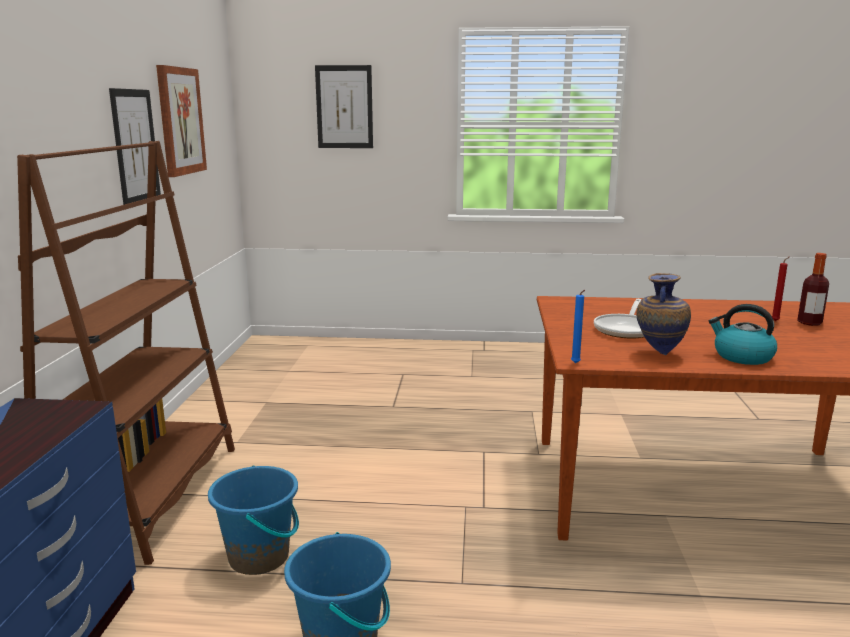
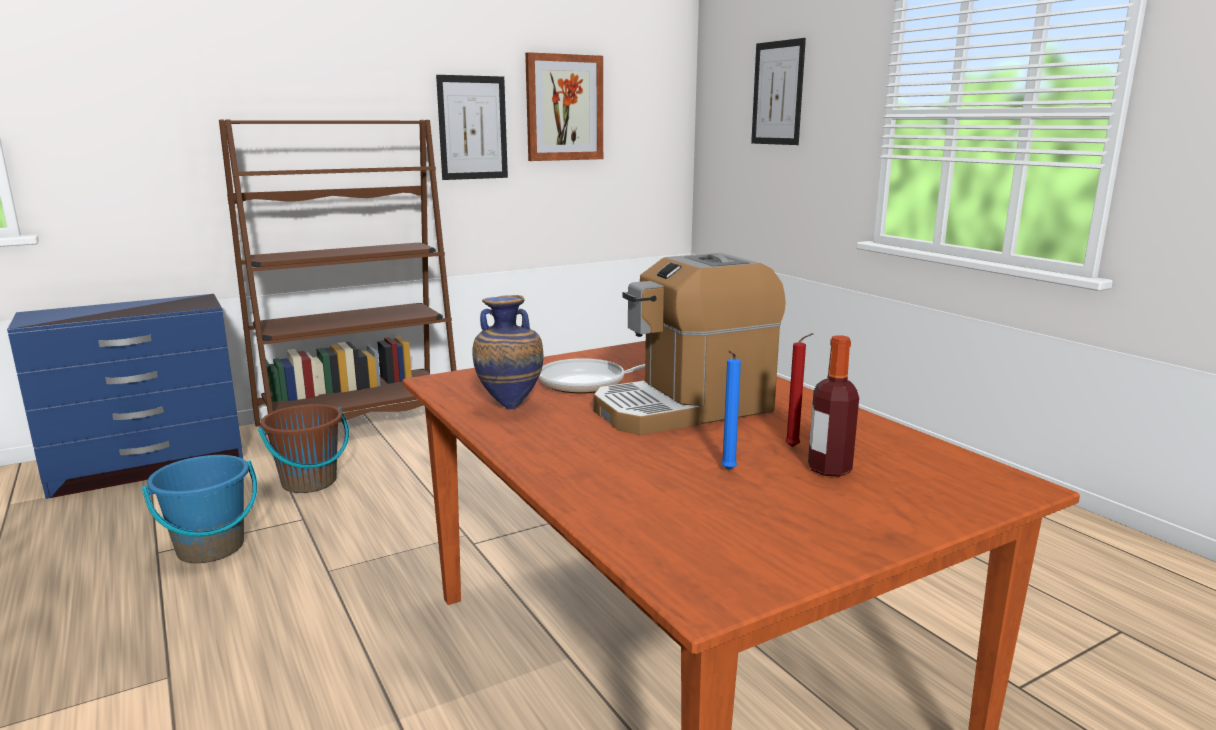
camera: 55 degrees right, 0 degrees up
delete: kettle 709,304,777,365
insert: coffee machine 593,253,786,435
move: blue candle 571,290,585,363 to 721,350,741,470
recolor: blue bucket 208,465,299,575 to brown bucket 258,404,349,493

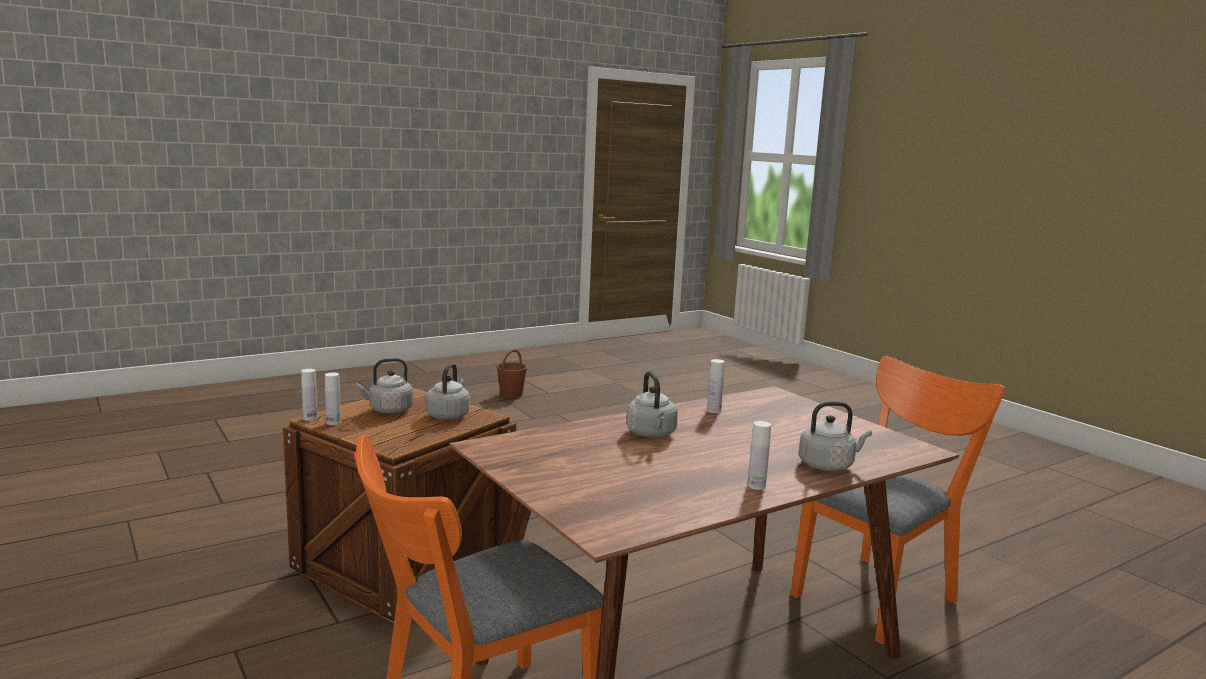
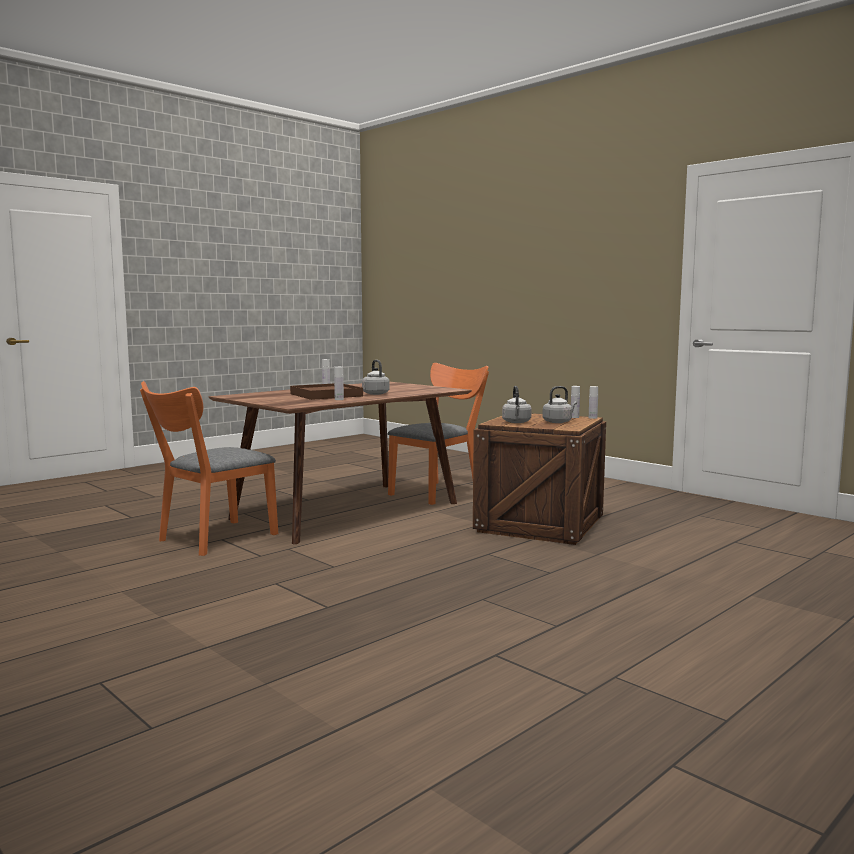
camera: 170 degrees right, 5 degrees down
delete: brown bucket 496,349,527,398; grey kettle 798,401,872,471
insert: brown tray 290,384,363,400

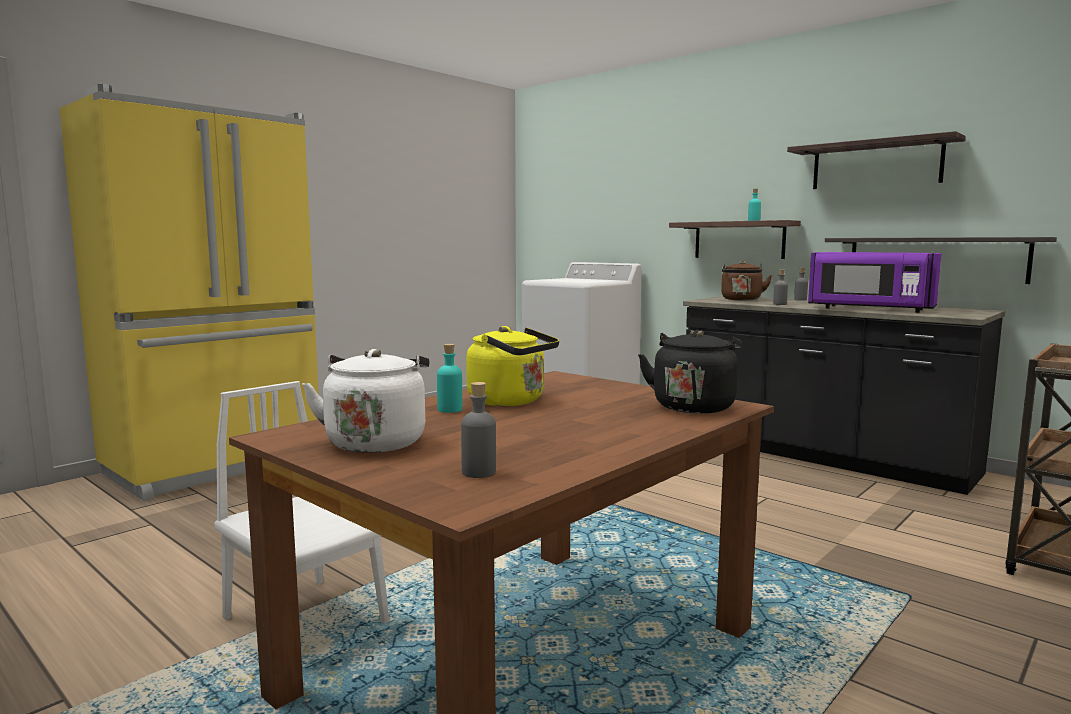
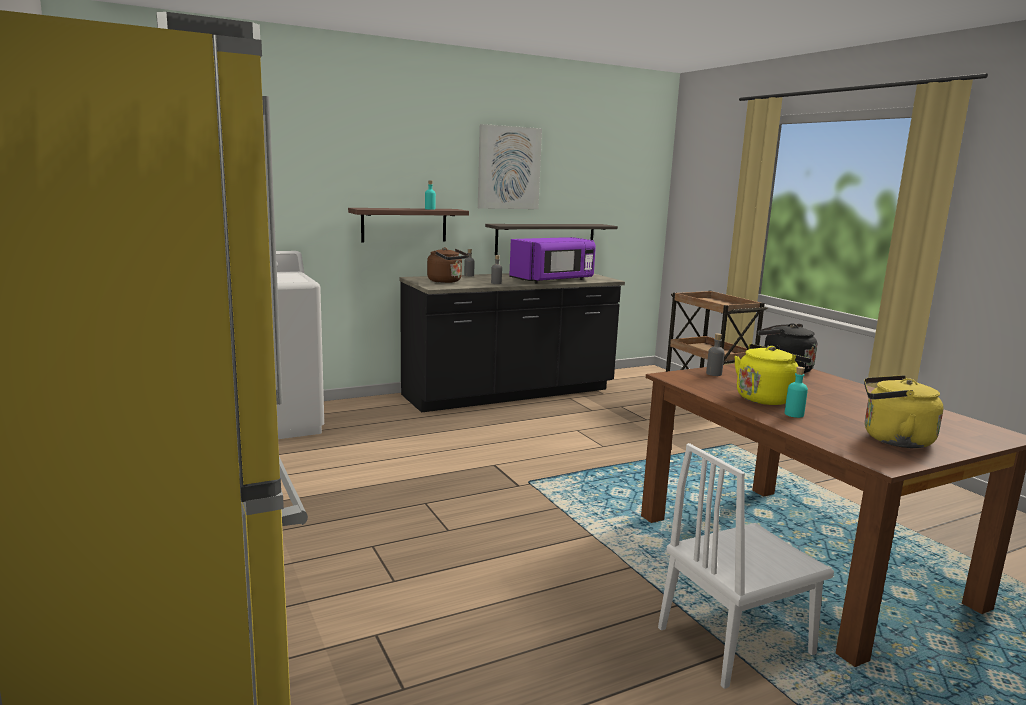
camera: 70 degrees left, 5 degrees up
move: grey bottle 461,382,496,478 to 706,333,725,376
replace: shelf 787,131,966,189 to picture 478,124,542,209
recolor: white kettle 302,349,429,453 to yellow kettle 864,375,944,448

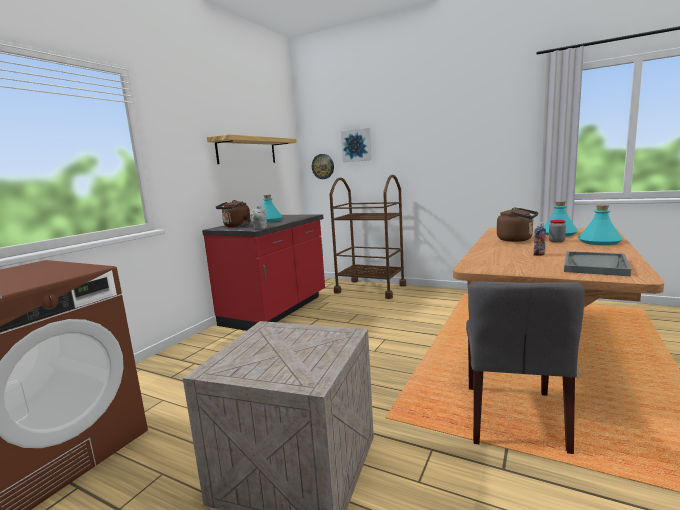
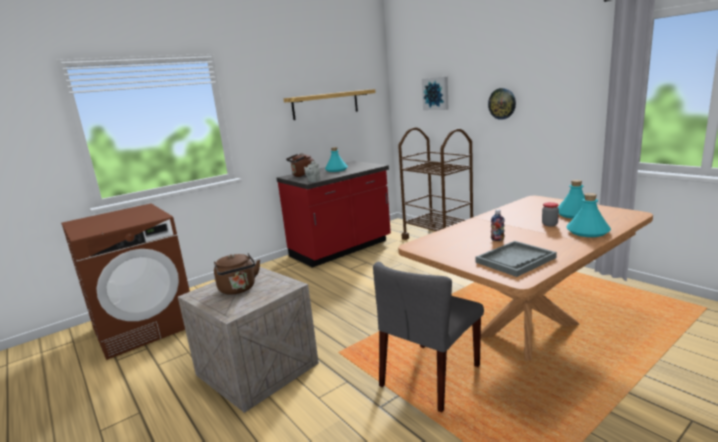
camera: 25 degrees right, 5 degrees up
move: wall clock 312,154,334,179 to 488,88,516,120; brown kettle 497,208,538,242 to 214,253,260,295

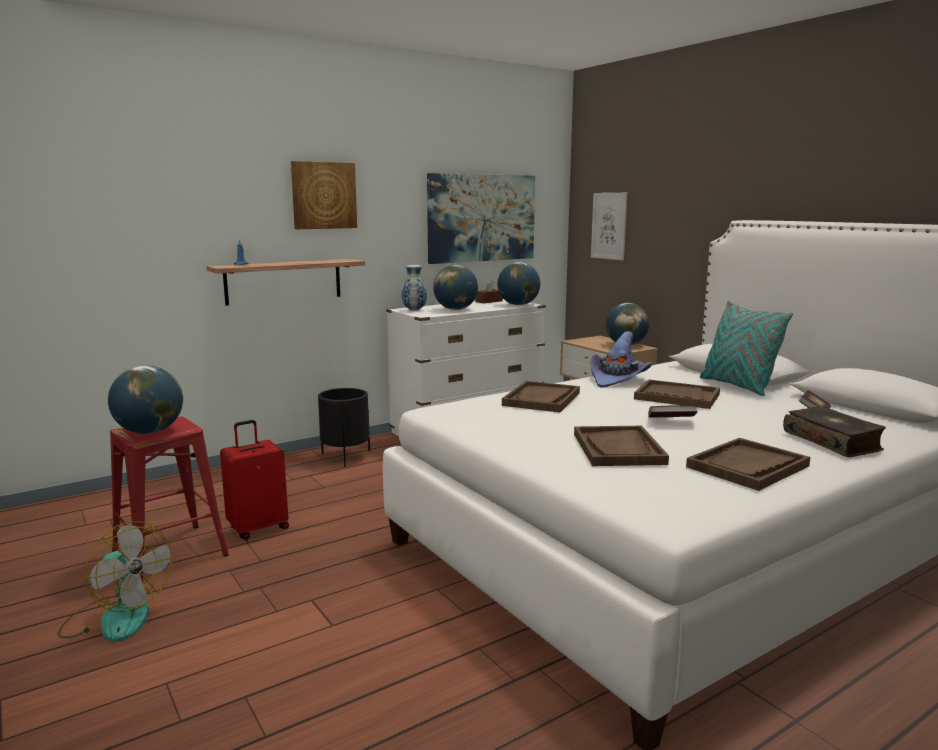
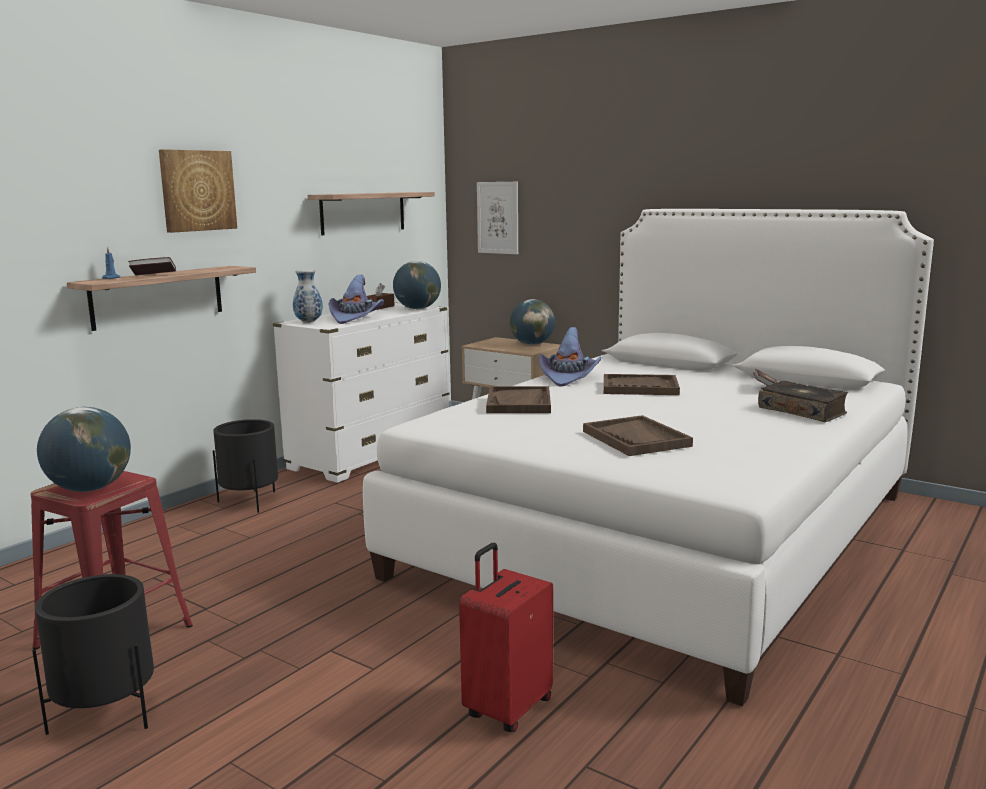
camera: 20 degrees left, 0 degrees up
delete: brown tray 686,438,810,491; turquoise pillow 700,301,793,396
move: red suitcase 220,420,289,540 to 459,543,553,732; book 648,405,698,418 to 128,257,176,275
replace: fan 57,521,172,642 to black planter 32,574,154,735; picture 427,173,535,264 to shelf 308,192,435,235; globe 433,265,478,310 to purple hat 328,274,384,324

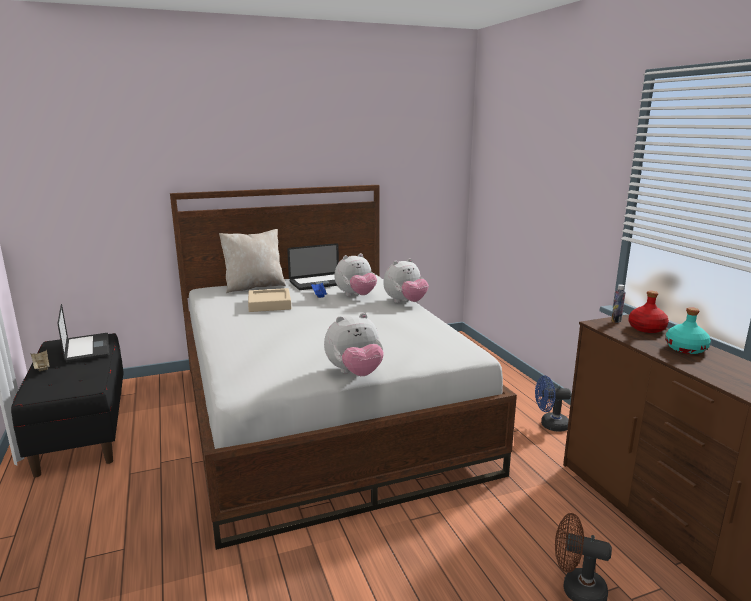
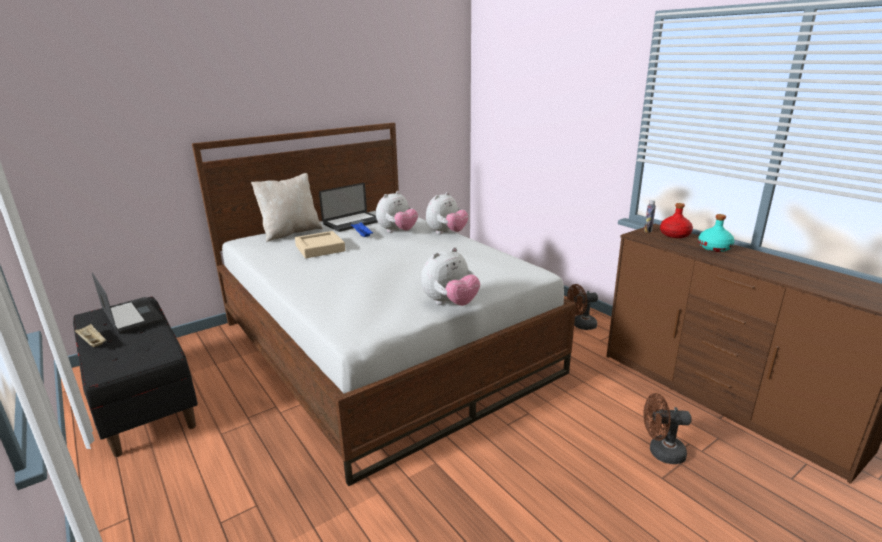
camera: 15 degrees left, 5 degrees up
recolor: blue fan 535,376,571,432 to brown fan 567,284,598,330

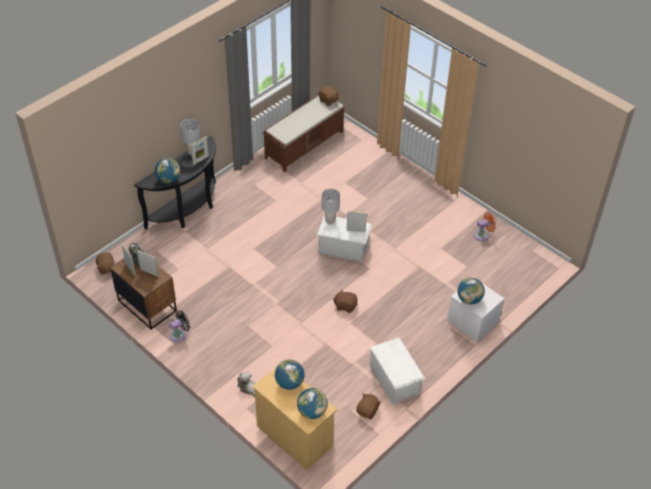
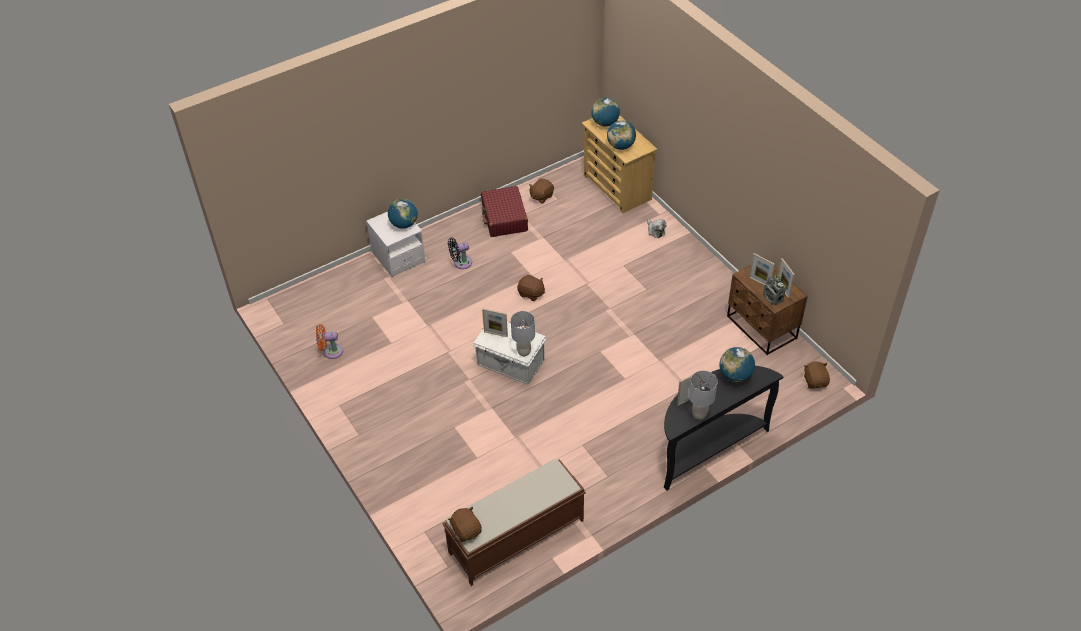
camera: 165 degrees left, 0 degrees up
move: black fan 170,310,190,343 to 448,238,472,269
replace: white storage box 370,338,425,404 to red suitcase 481,186,528,237

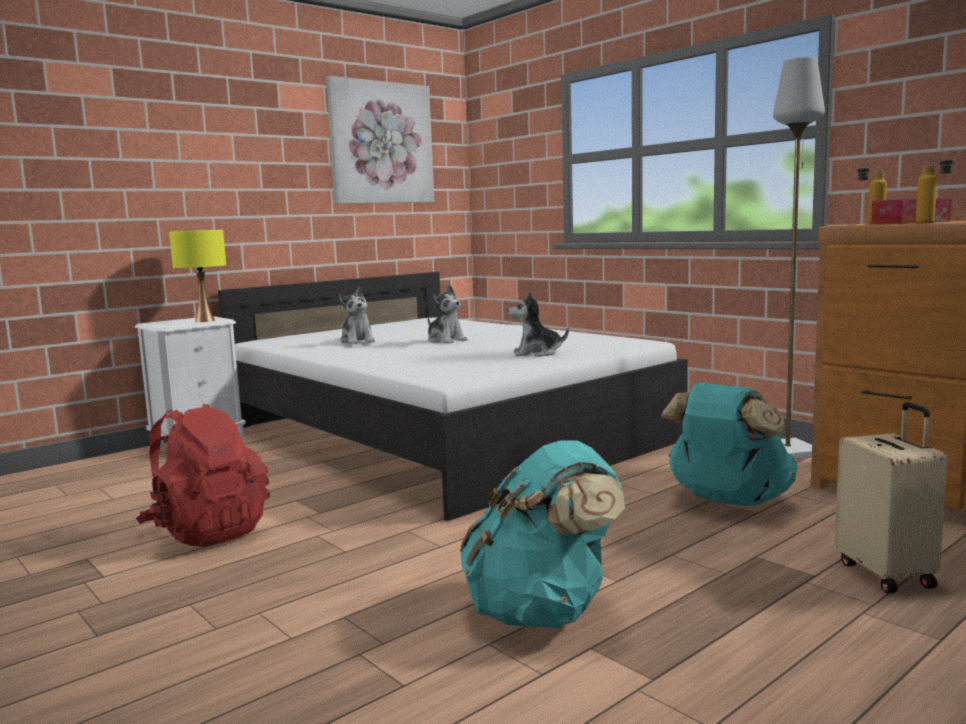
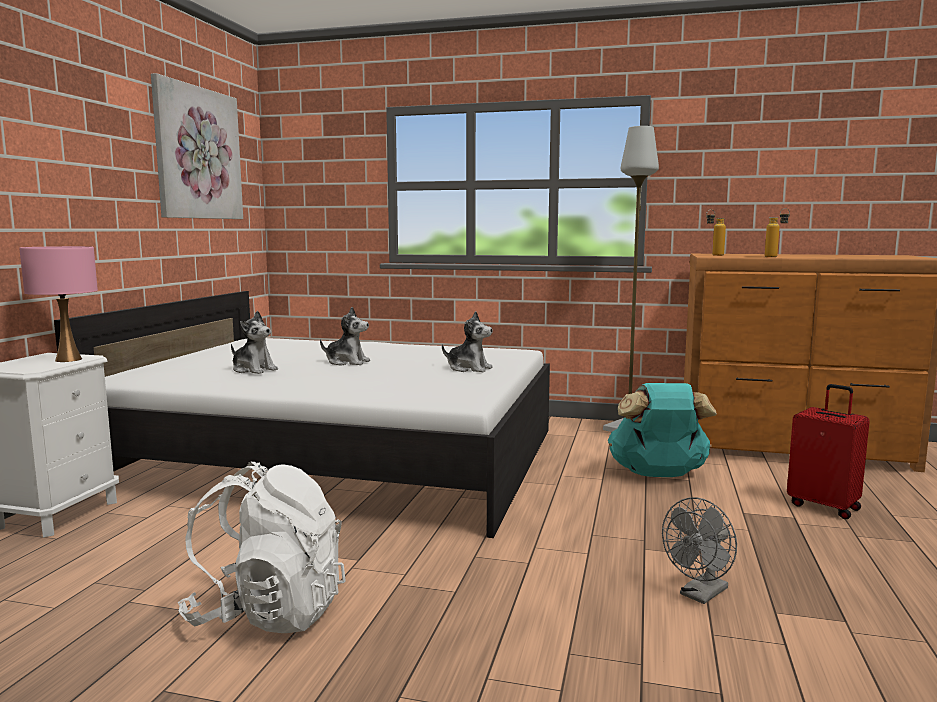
camera: 35 degrees left, 0 degrees up
delete: tissue box 871,198,952,224
replace: turquoise backpack 460,440,625,628 to grey fan 662,497,737,604
recolor: red backpack 136,404,270,547 to white backpack 178,462,346,633; yellow table lamp 169,230,226,322 to pink table lamp 19,246,98,362; beige suitcase 835,402,947,593 to red suitcase 787,384,870,519
rotate: plush toy 508,291,569,357 = 442,311,493,372 120 degrees counterclockwise

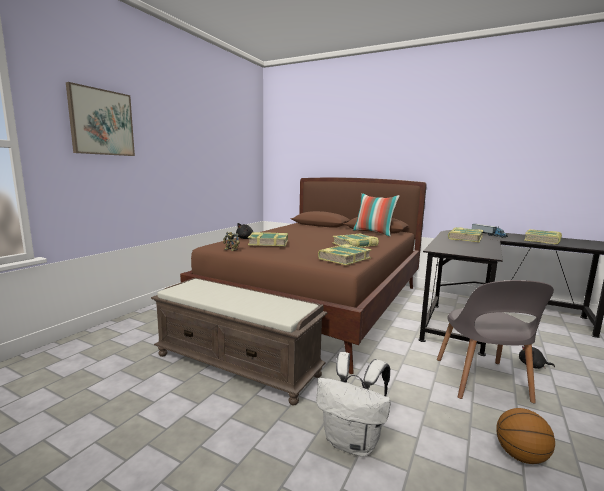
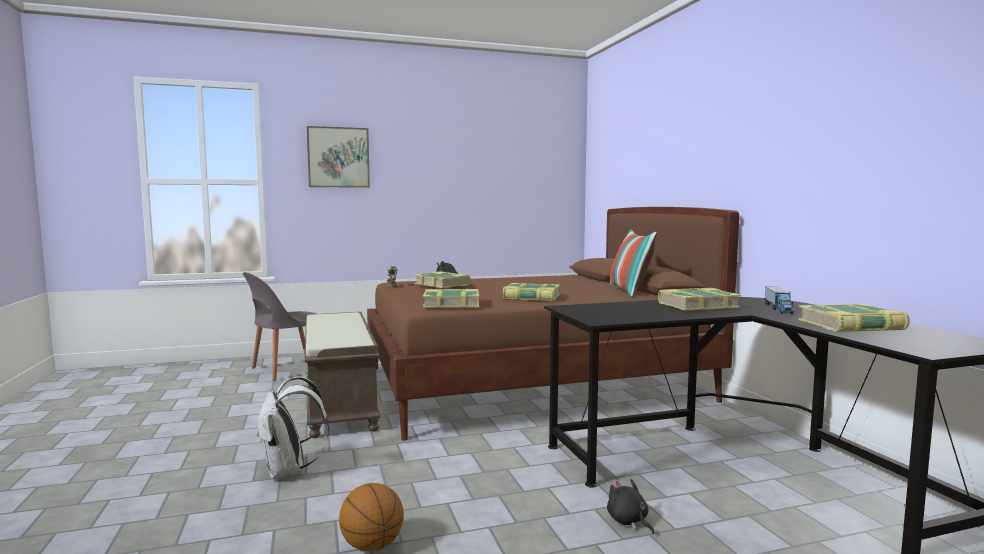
camera: 45 degrees right, 5 degrees down
move: grey chair 437,280,554,403 to 243,272,317,381

